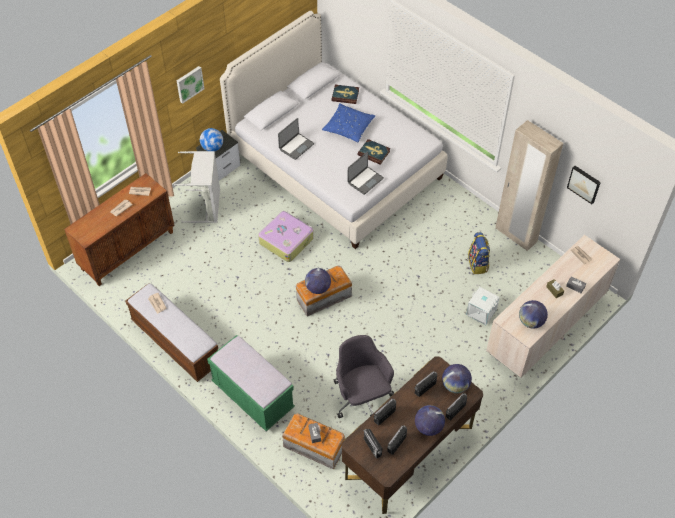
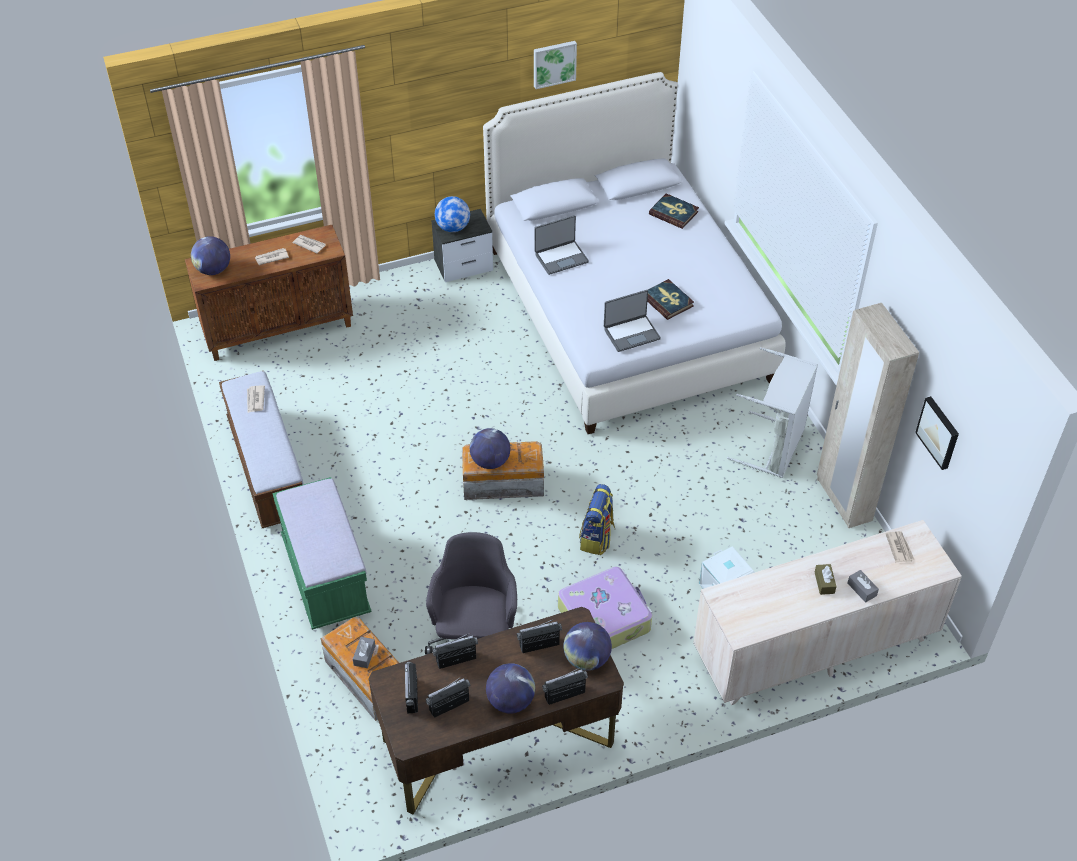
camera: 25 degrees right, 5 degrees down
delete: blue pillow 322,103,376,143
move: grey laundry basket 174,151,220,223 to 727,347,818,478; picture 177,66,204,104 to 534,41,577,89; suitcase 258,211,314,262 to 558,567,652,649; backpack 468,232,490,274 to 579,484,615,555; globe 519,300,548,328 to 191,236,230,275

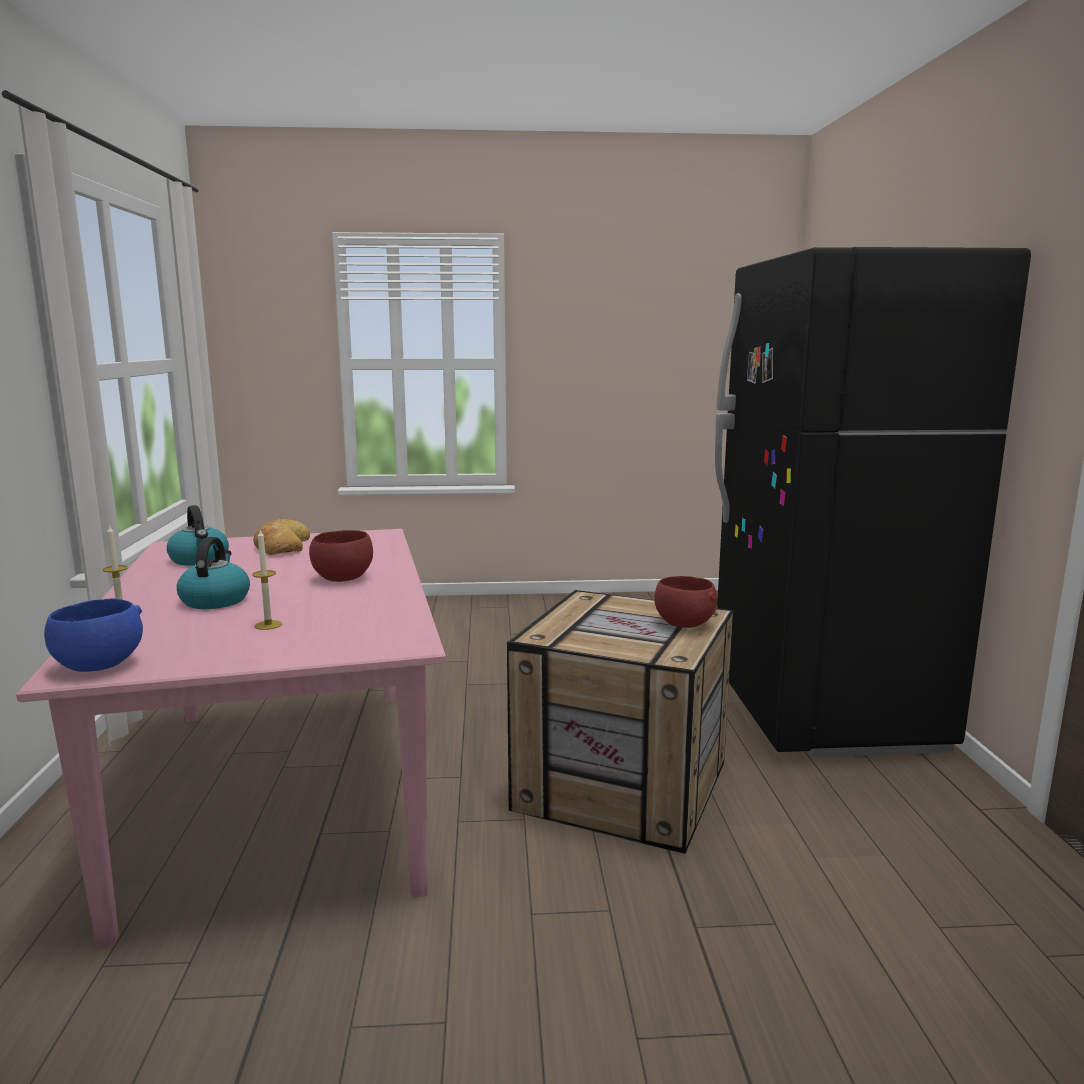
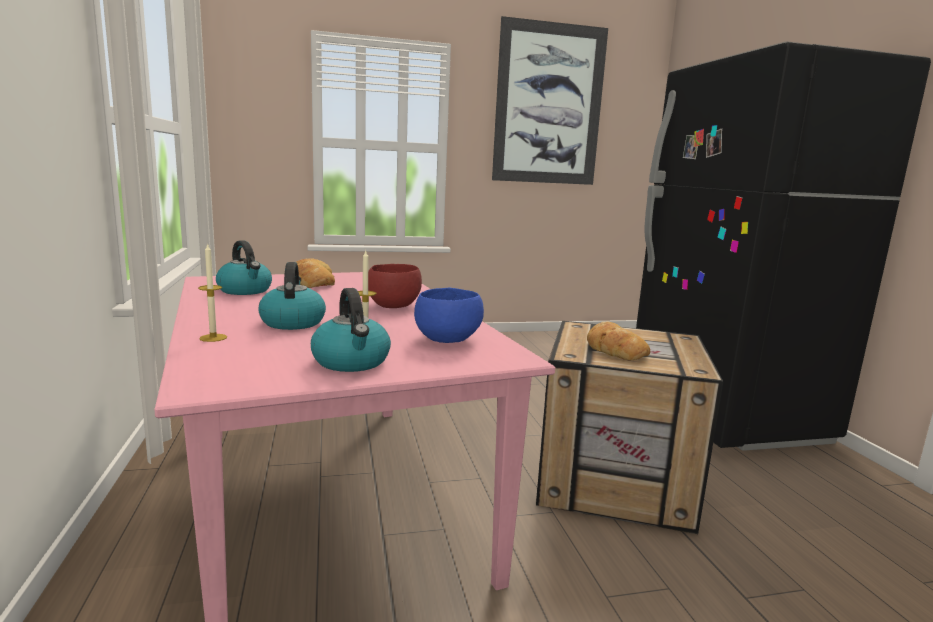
camera: 10 degrees left, 0 degrees up
delete: red bowl 654,576,718,628
insert: kettle 311,288,391,372; picture 492,16,608,185; bread 587,321,650,360
move: blue bowl 44,598,143,672 to 414,288,484,343

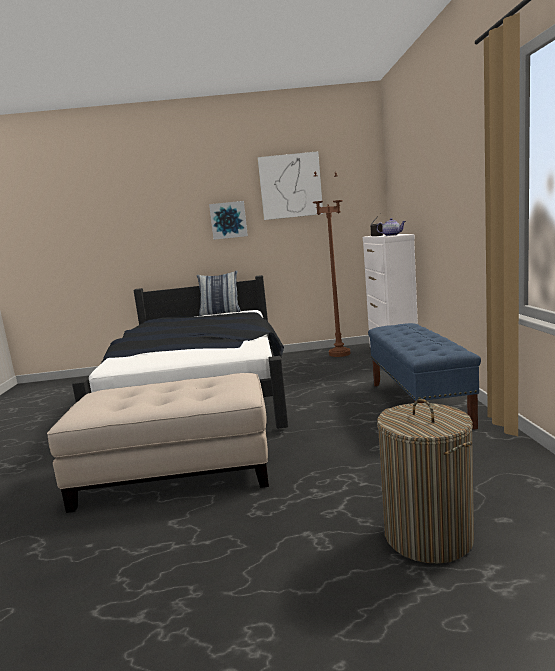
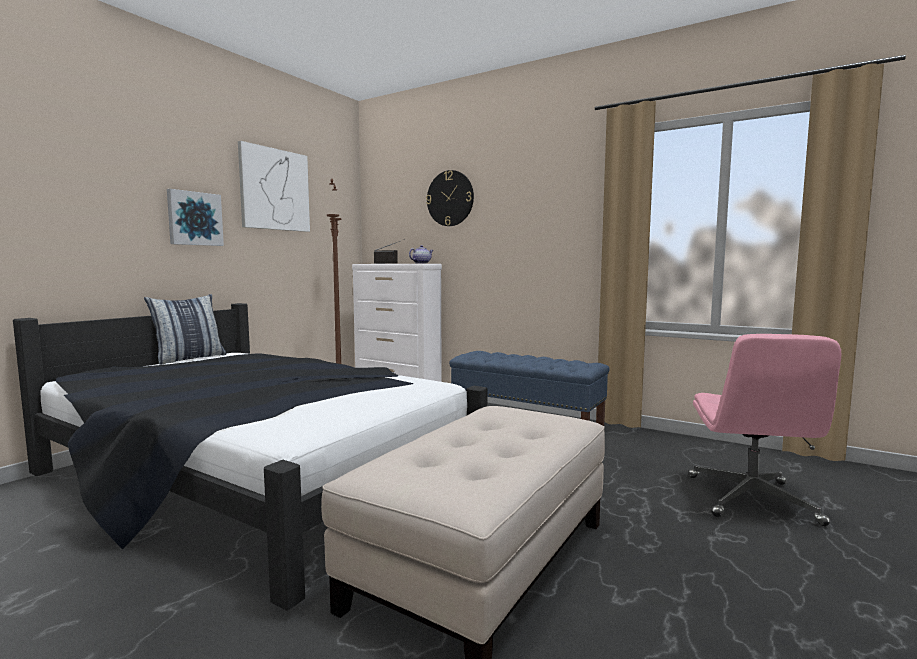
camera: 55 degrees left, 5 degrees down
insert: wall clock 426,170,474,226
replace: laundry basket 377,399,474,564 to pink office chair 688,334,841,526

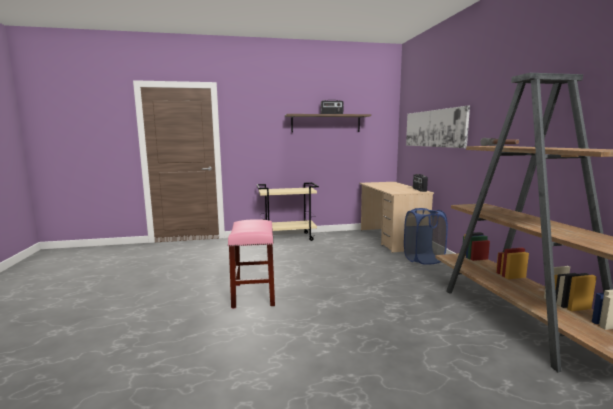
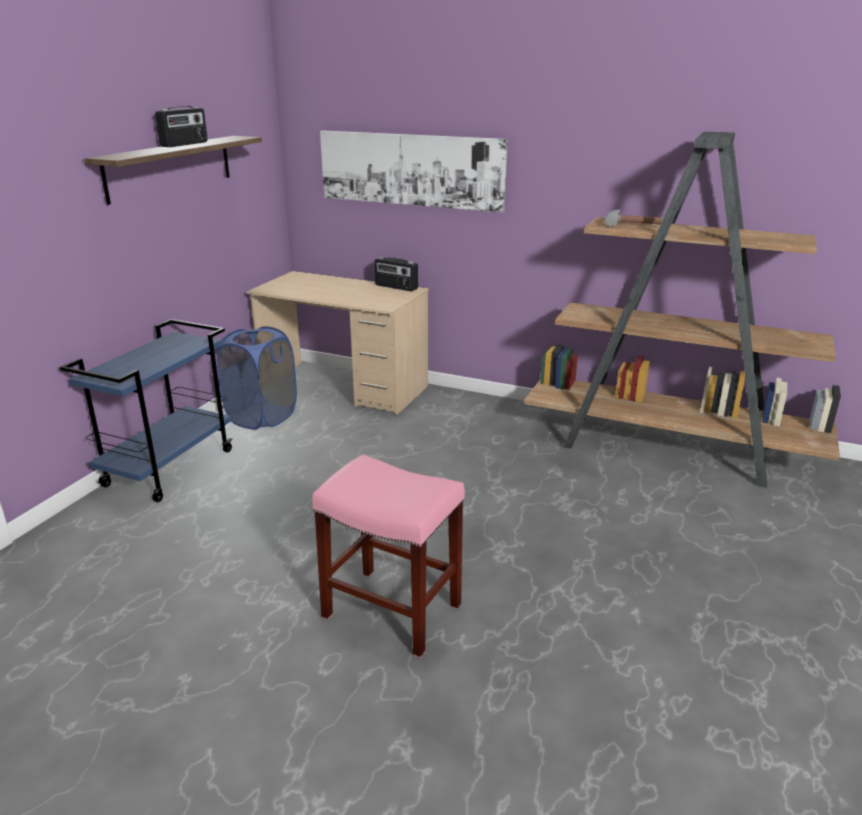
camera: 55 degrees left, 15 degrees up
move: blue laundry basket 404,208,448,265 to 217,326,297,430
recolor: beige cart 257,182,319,241 to blue cart 60,319,232,502

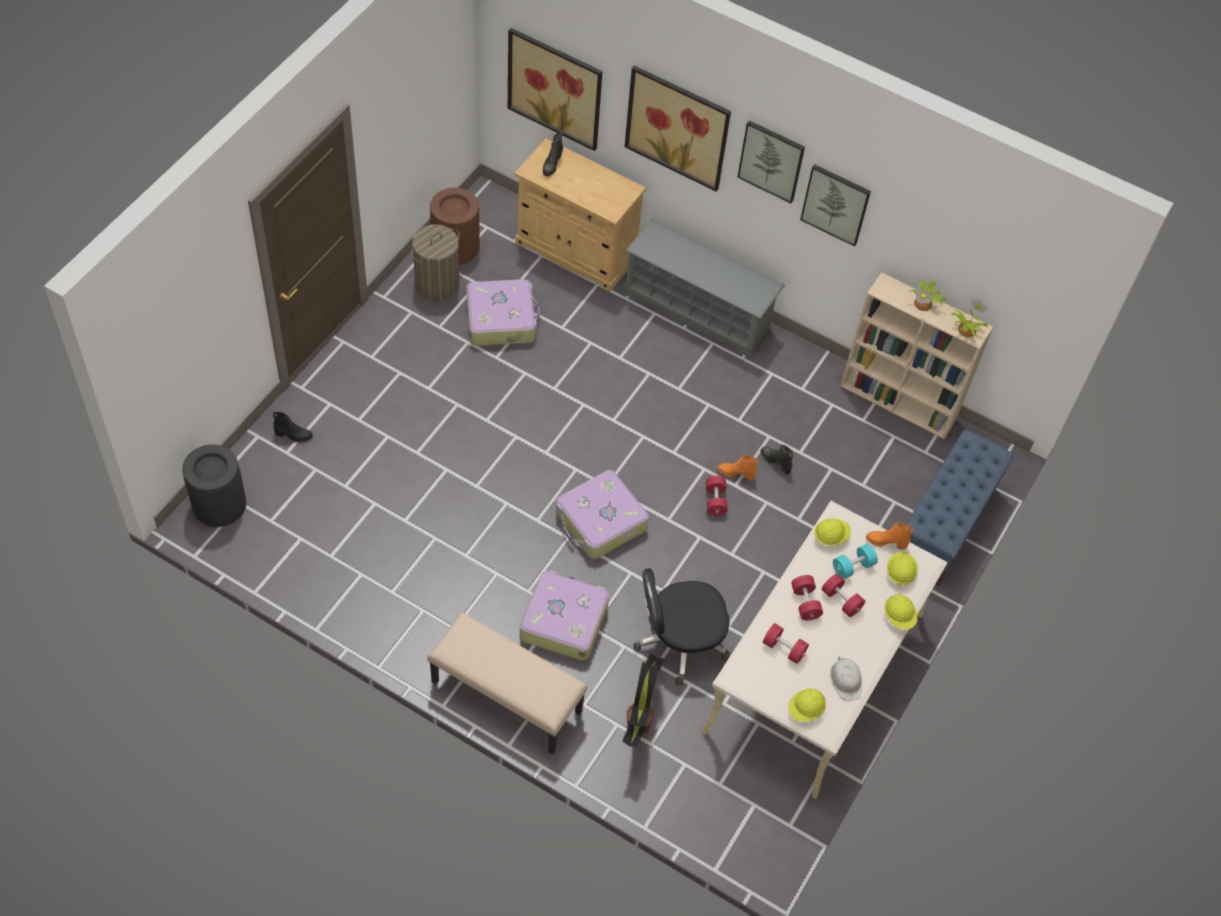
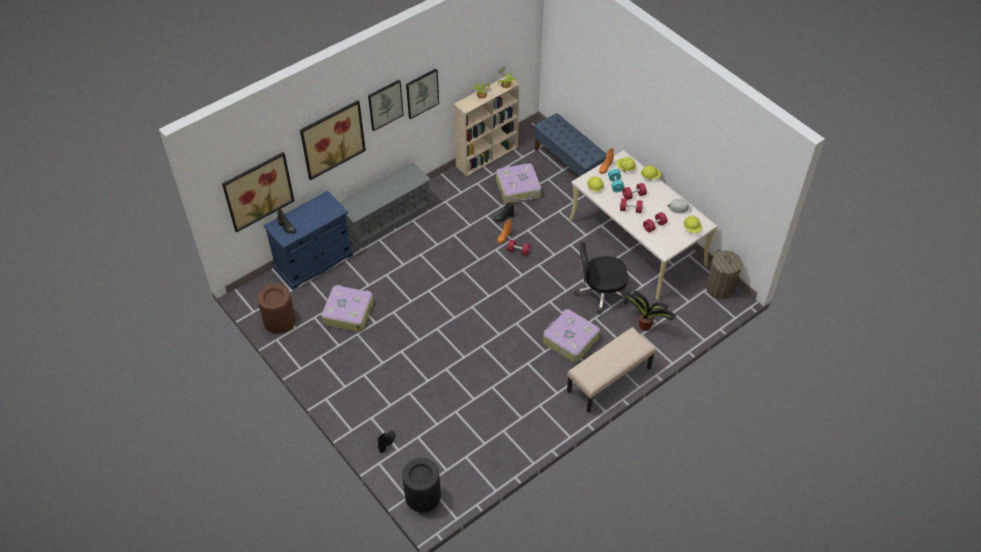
camera: 65 degrees left, 5 degrees down
move: laundry basket 412,224,460,301 to 706,250,742,299; suitcase 556,470,649,559 to 496,163,541,204
recolor: beige cabinet 514,138,646,292 to blue cabinet 263,191,353,290
rotate: black office chair 634,568,730,685 = 574,242,629,315 75 degrees clockwise

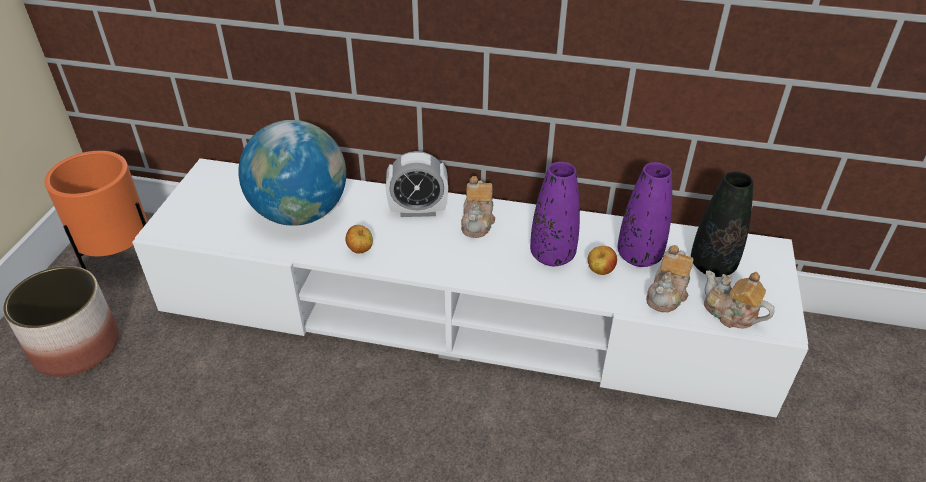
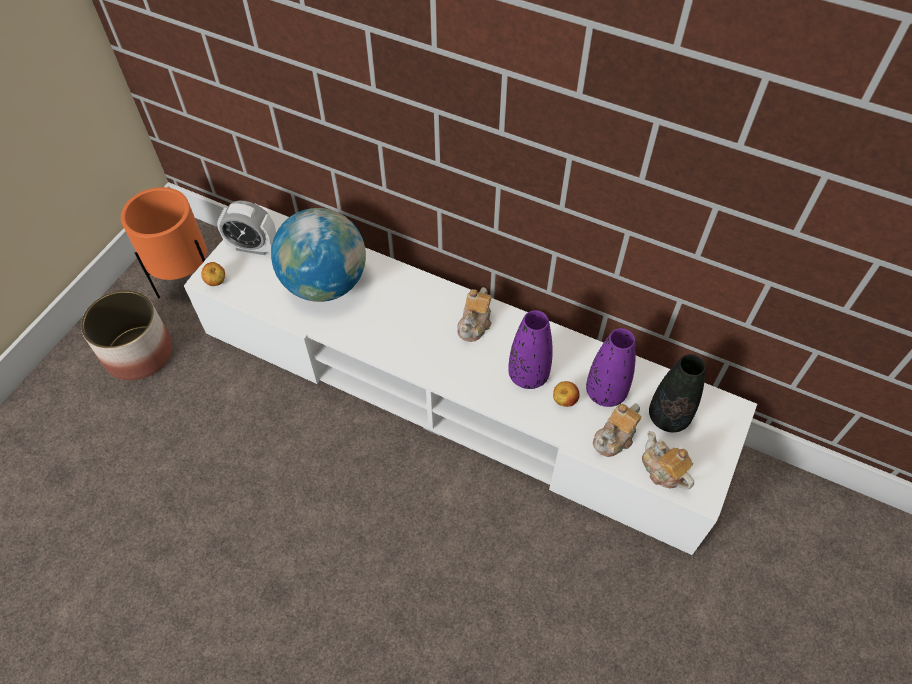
camera: 15 degrees right, 15 degrees up
move: apple 345,225,373,254 to 201,262,225,286; alarm clock 386,151,448,217 to 217,201,276,255

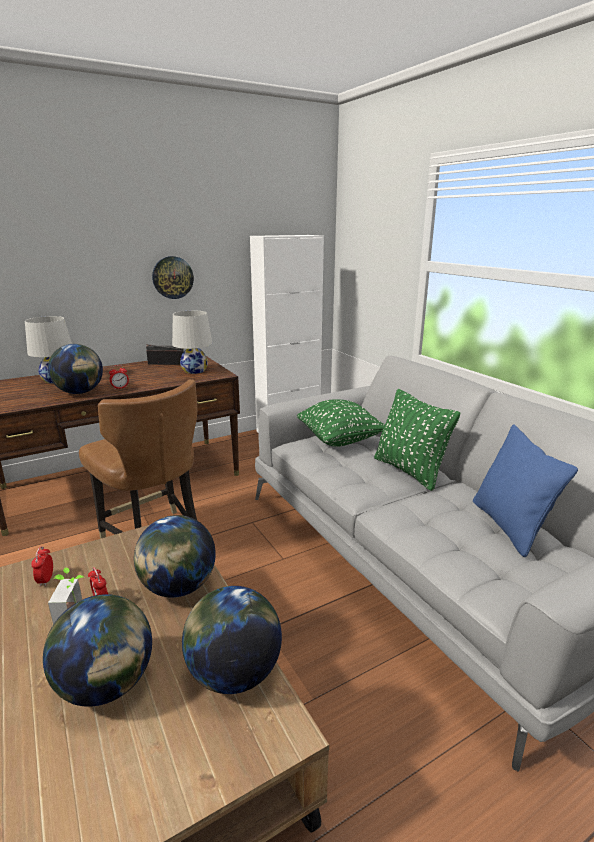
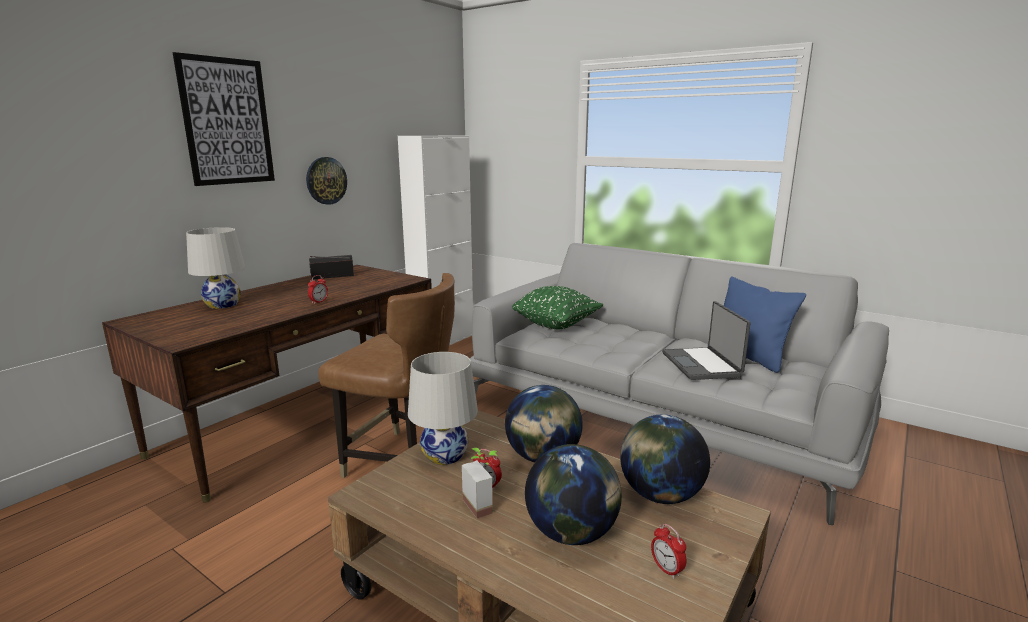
camera: 25 degrees left, 5 degrees down
delete: globe 48,344,103,394; green pillow 374,389,460,491
insert: picture 173,52,275,186; laptop 662,301,751,380
move: alarm clock 31,546,53,586 to 651,524,686,579; white table lamp 172,311,212,374 to 408,352,478,465

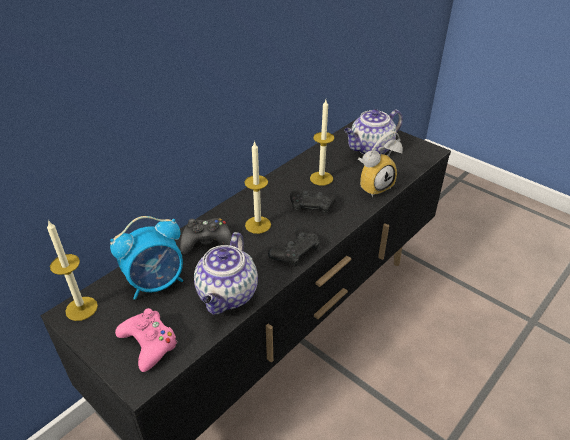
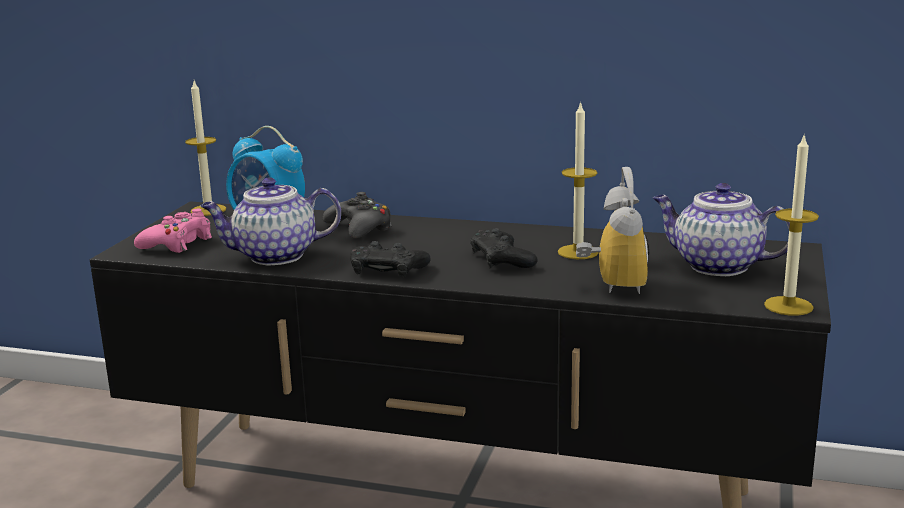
camera: 65 degrees right, 20 degrees down
move: candle 244,141,271,234 to 764,133,819,316
rotate: alarm clock 358,131,403,197 = 576,167,649,294 120 degrees counterclockwise

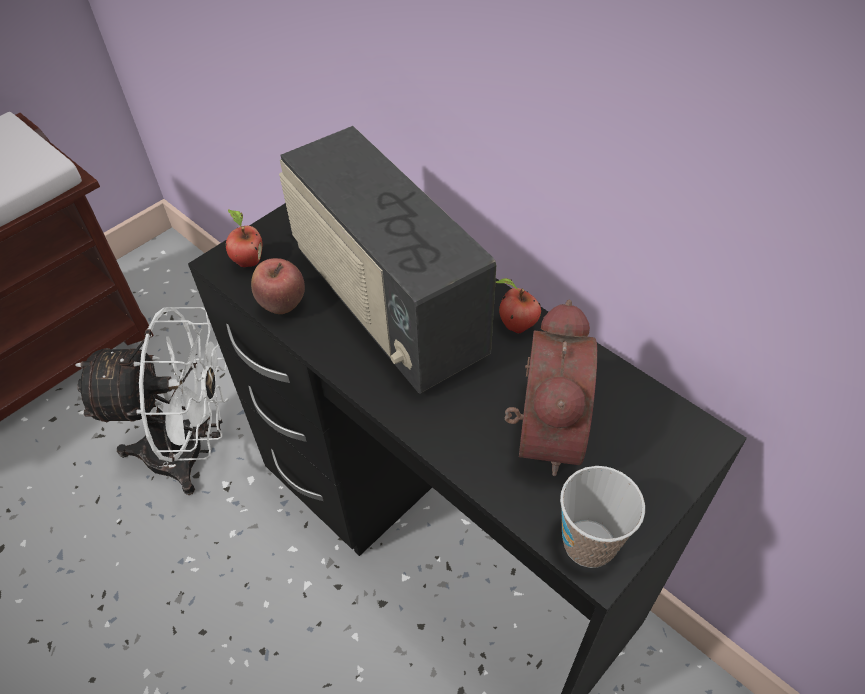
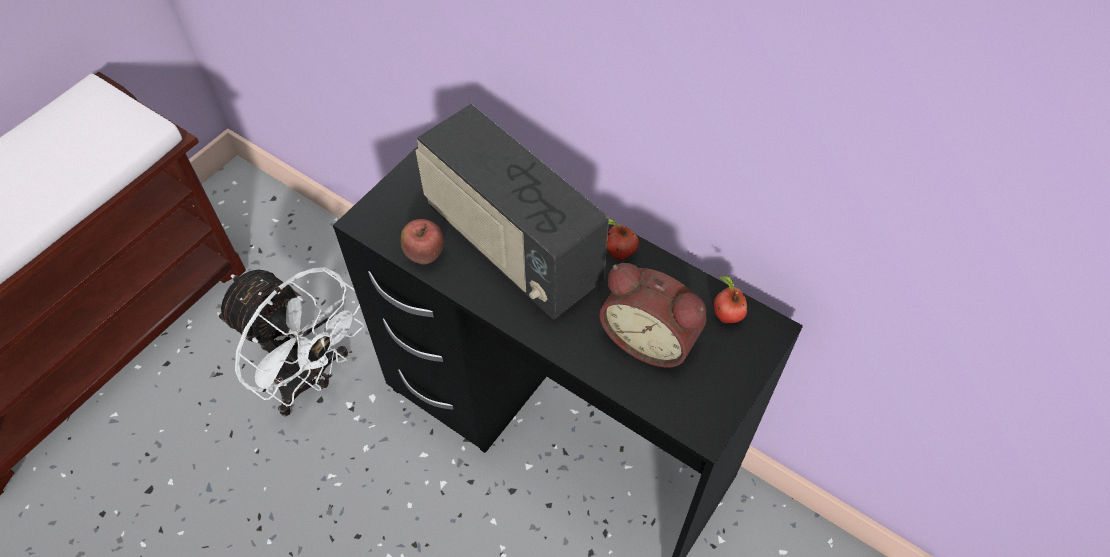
camera: 10 degrees left, 5 degrees up
delete: cup 560,466,645,568
move: apple 225,209,263,267 to 714,276,748,323
rotate: white fan 75,307,229,495 = 217,267,364,417 45 degrees clockwise; alarm clock 504,300,597,476 = 599,263,706,368 120 degrees clockwise

